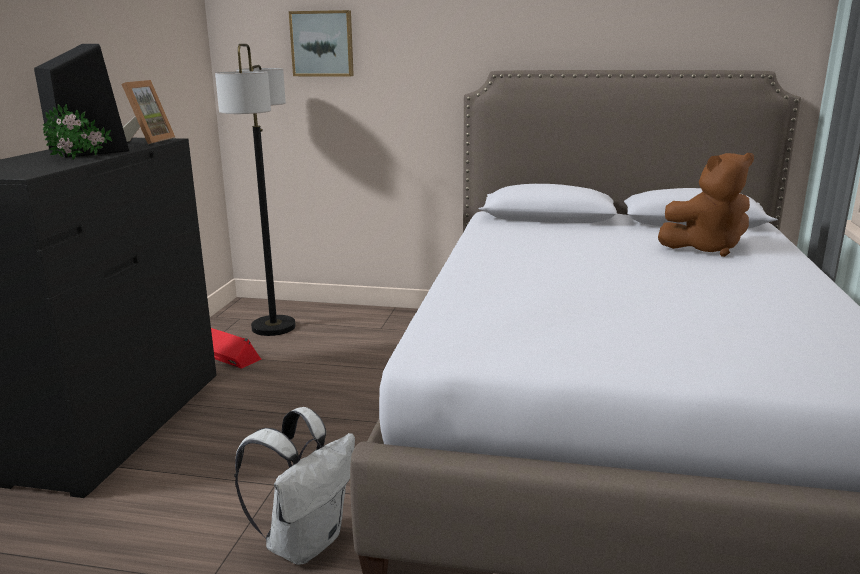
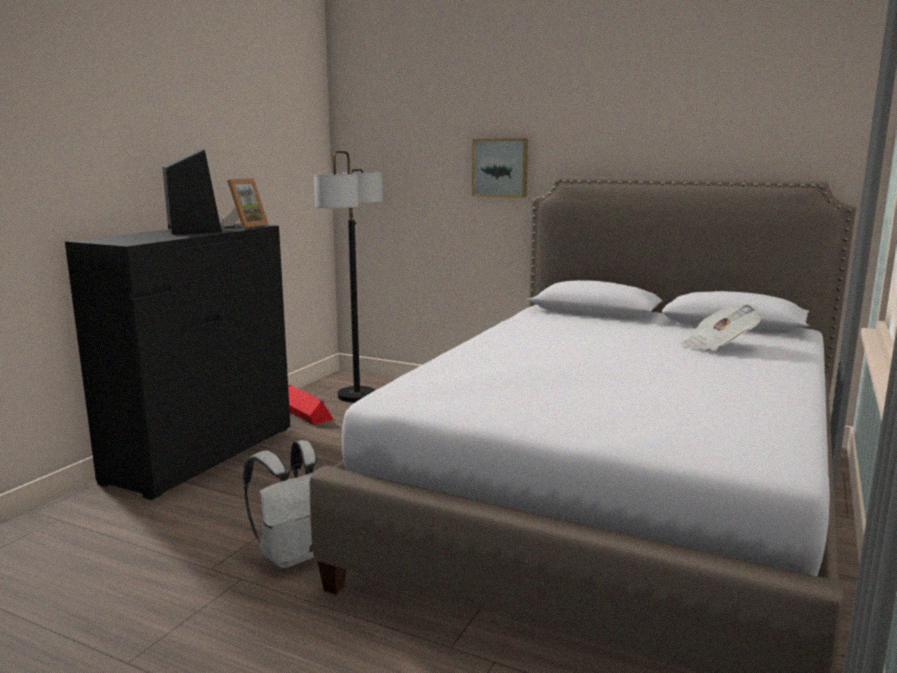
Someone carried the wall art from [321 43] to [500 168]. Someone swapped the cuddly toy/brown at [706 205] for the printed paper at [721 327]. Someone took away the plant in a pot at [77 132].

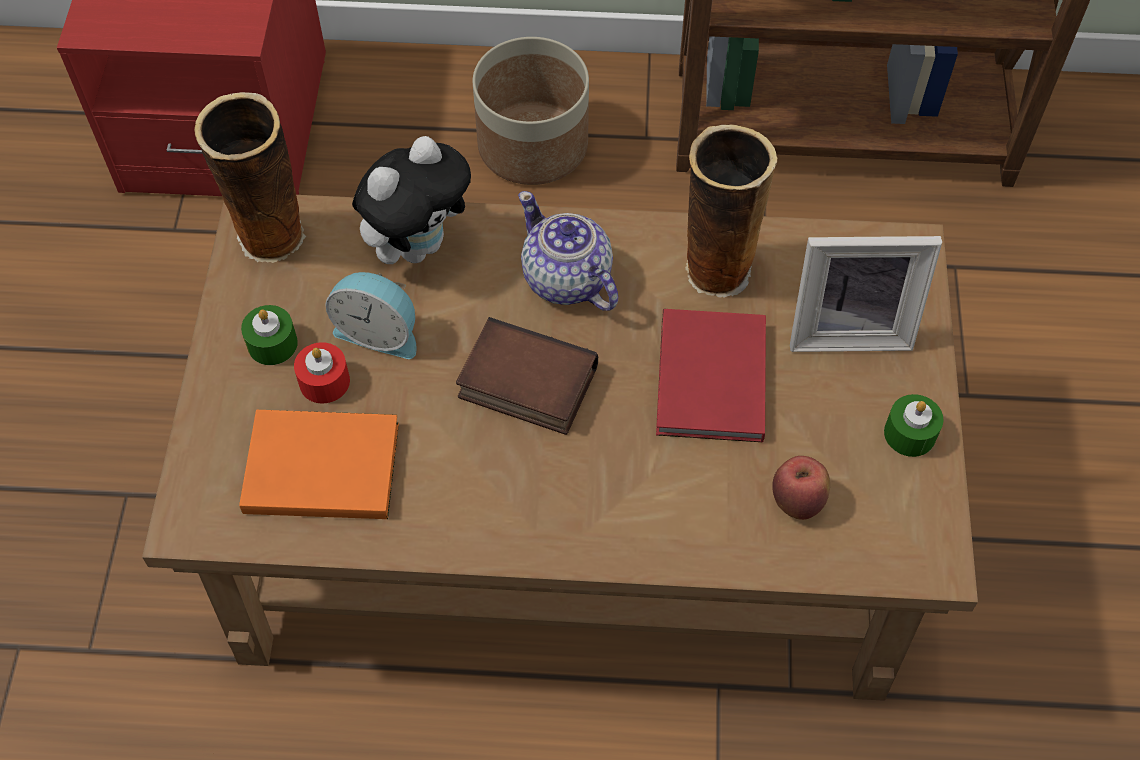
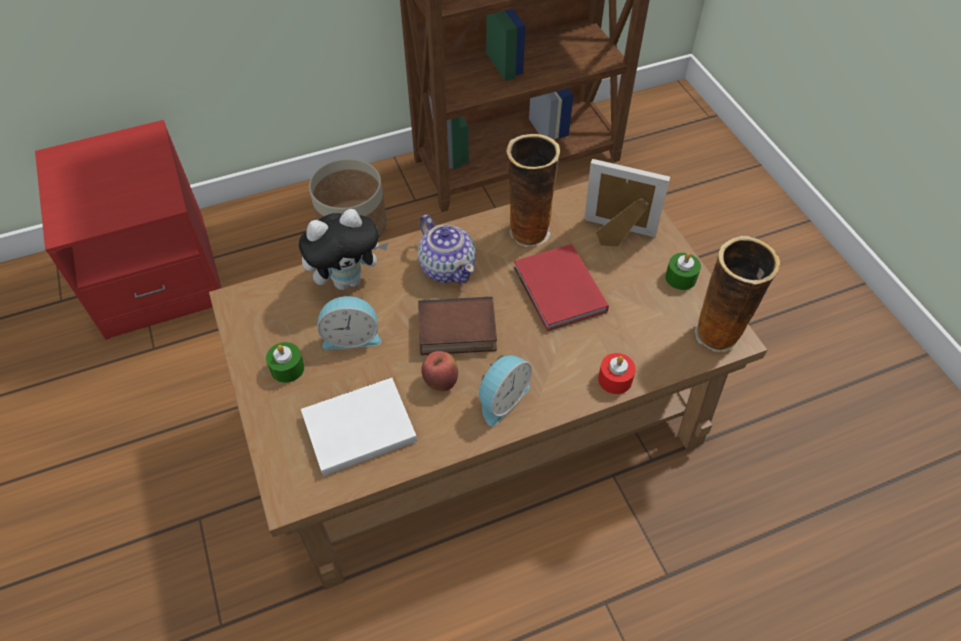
Someone rotated the cuddly toy at [411 200] by 45 degrees clockwise. Someone repainted the book/orange at [319 464], which became the book/whitish at [359 426]. Someone rotated the tea pot at [568 251] by 150 degrees counterclockwise. Someone carried the apple fruit from [801 488] to [439 371]. Someone put down the alarm clock at [505 390]. Someone rotated the photo frame at [866 294] by 135 degrees counterclockwise. Someone carried the wax candle/reddish from [322 373] to [617 373]. Someone carried the vase from [250 177] to [737 294].

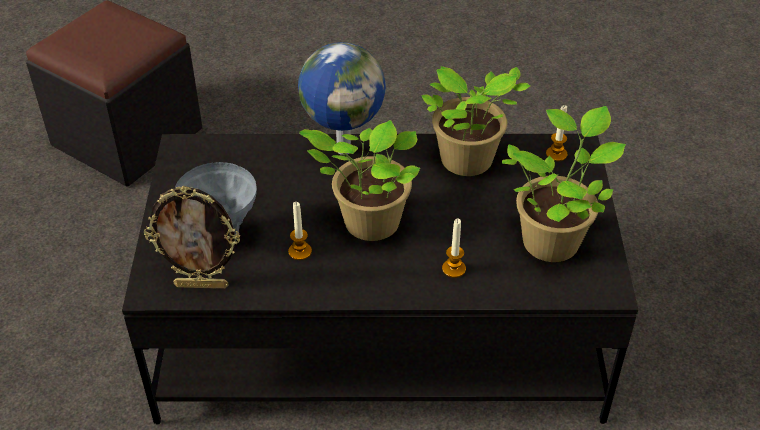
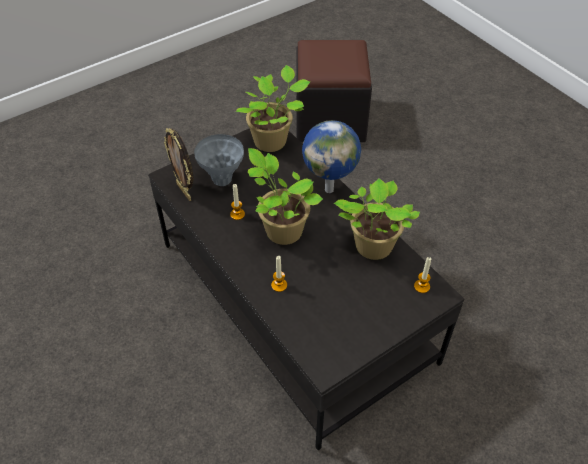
Someone carried the plant in a pot from [564 184] to [273 108].

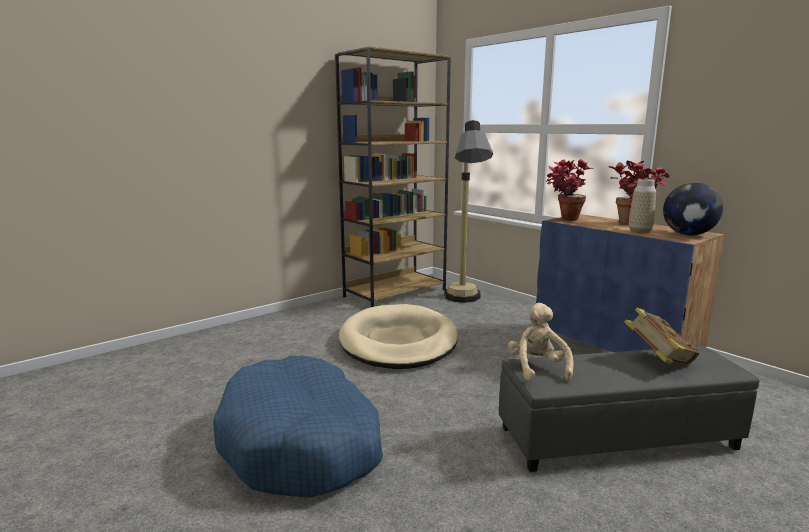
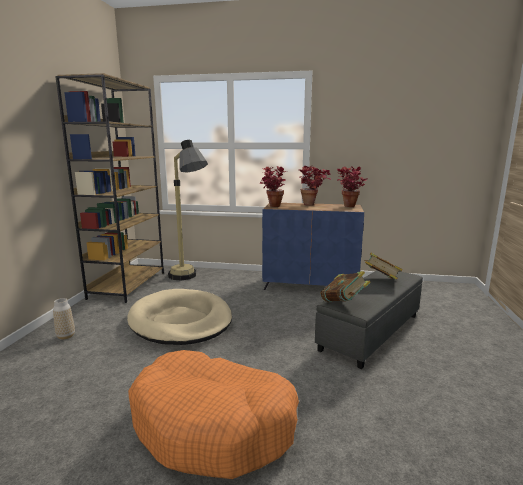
Someone carried the vase from [642 206] to [64 319]. Someone repainted the dog bed/bluish at [298 426], which became the dog bed/orange at [213 414]. Someone swapped the cuddly toy/beige-coloured at [540 342] for the book at [346 286]. Someone swapped the world globe at [693 209] for the plant in a pot at [352 186].

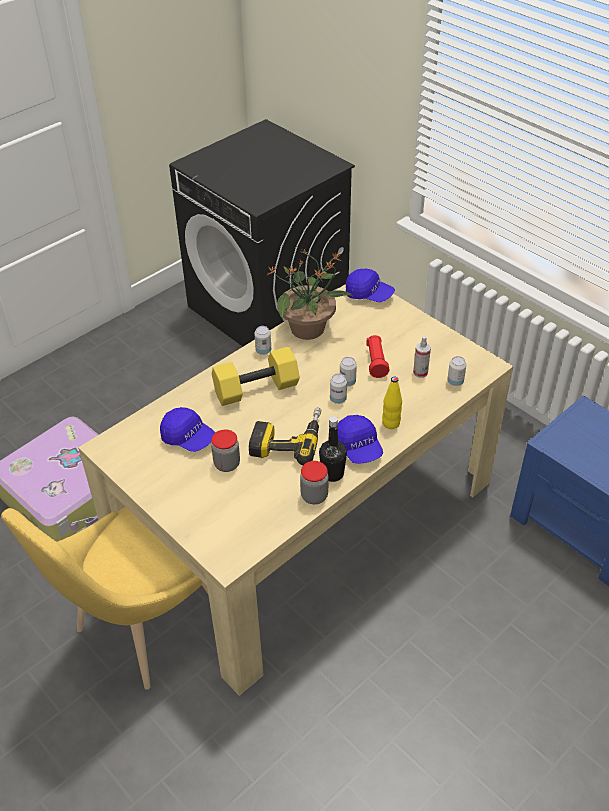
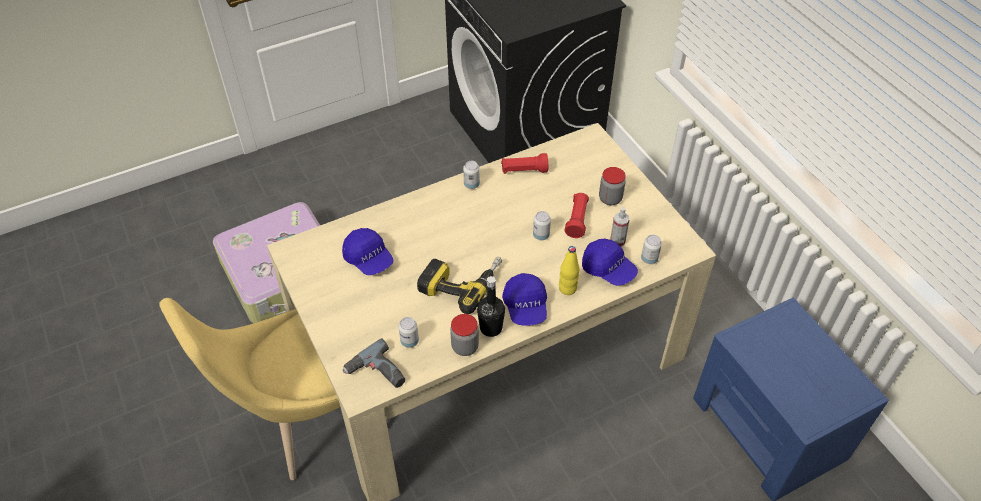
Someone put down the drill at [374 363]. Someone carried the sealed can from [338 389] to [408 332]. Someone swapped the plant in a pot at [309 294] for the hand torch/reddish at [524 163]. Someone carried the baseball cap/bluish from [370 285] to [610 262]. Someone carried the storage jar from [225 451] to [612 186]. Someone took away the free weight/yellowish at [256 376].

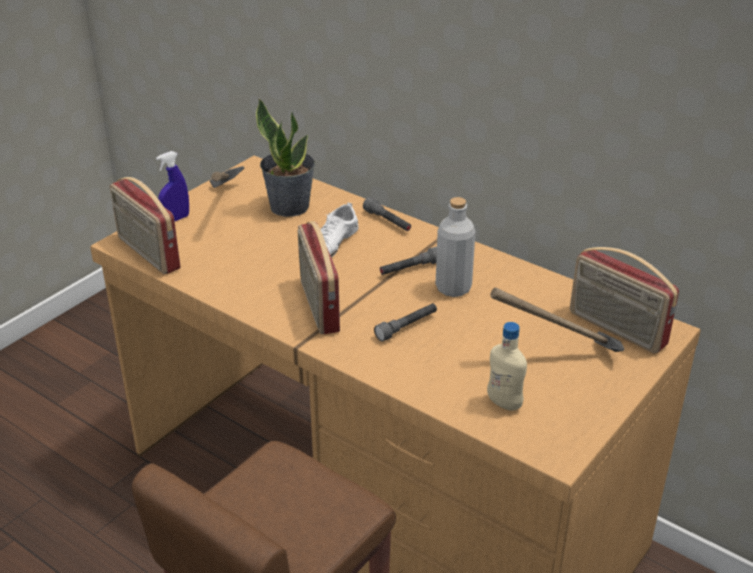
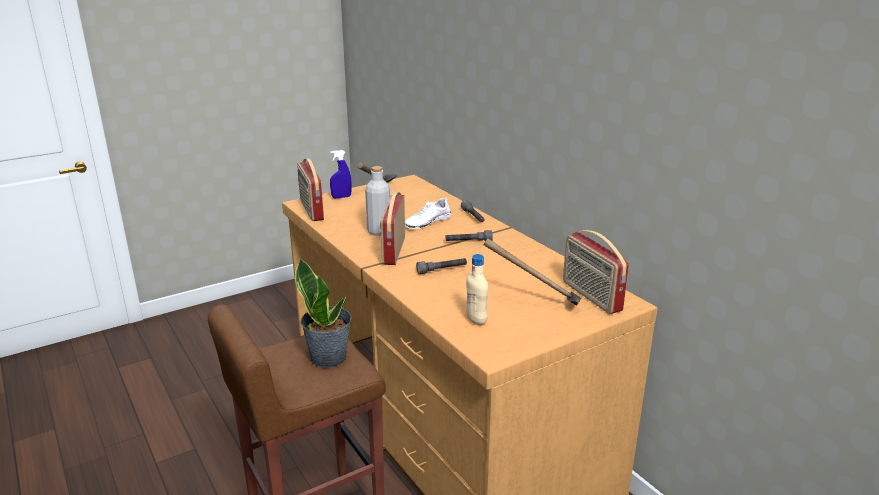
Someone carried the plant in a pot from [285 158] to [323 313]. Someone carried the bottle/gray from [456 247] to [377 201].

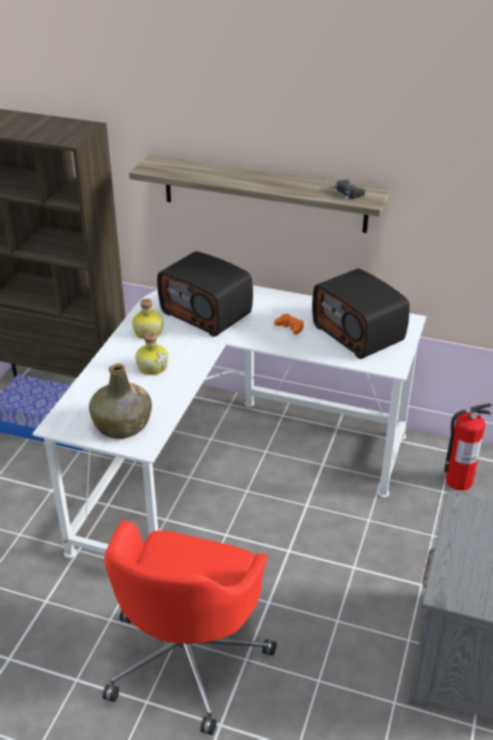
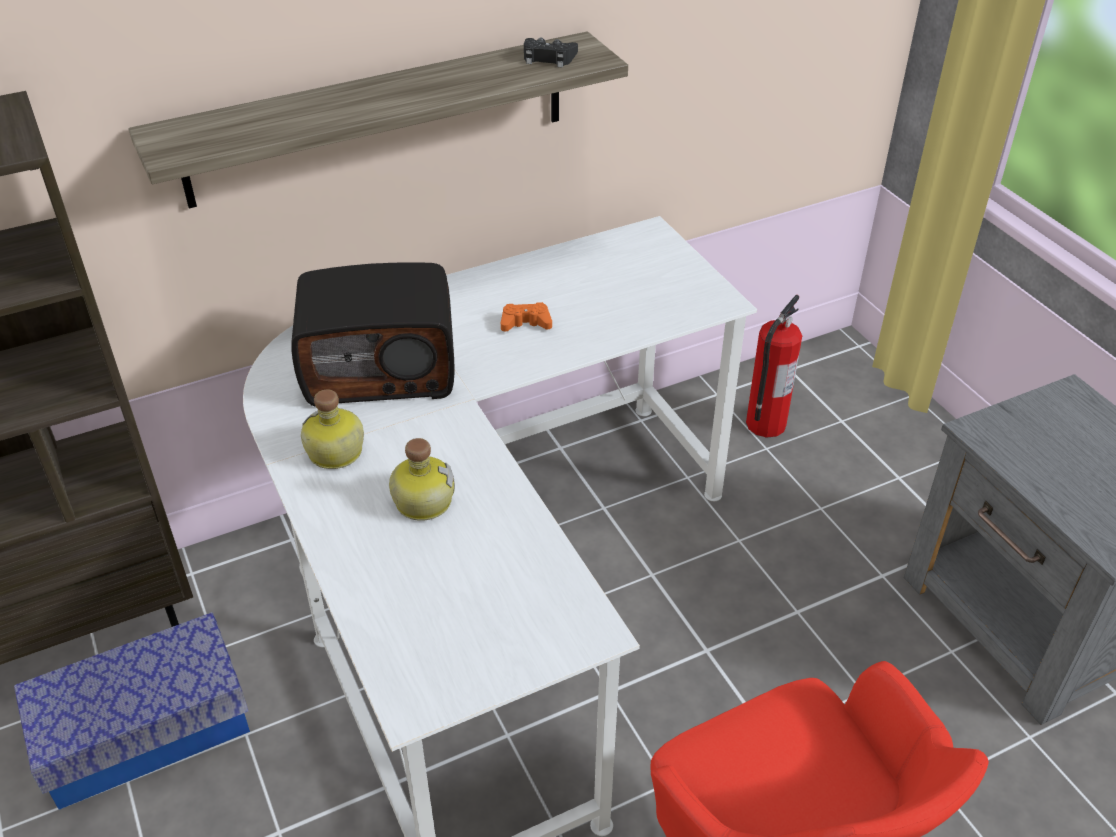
Someone took away the bottle/green at [120 401]. Someone took away the radio receiver at [361 314].

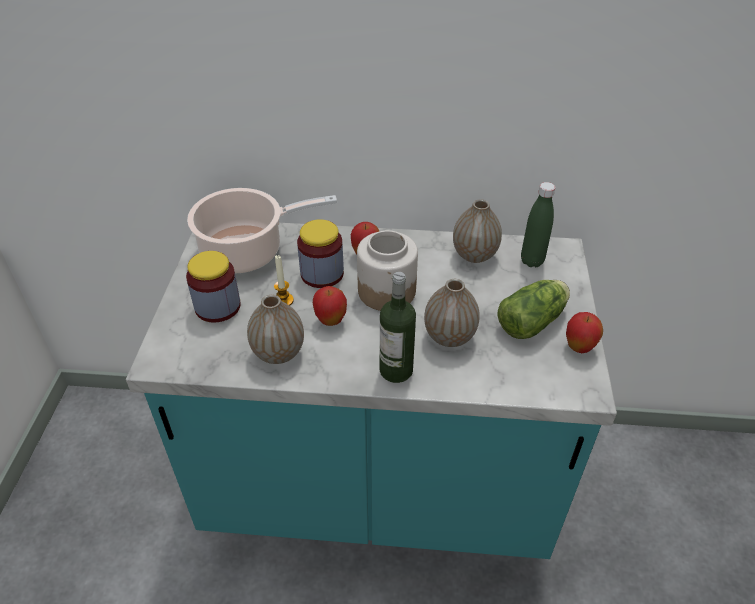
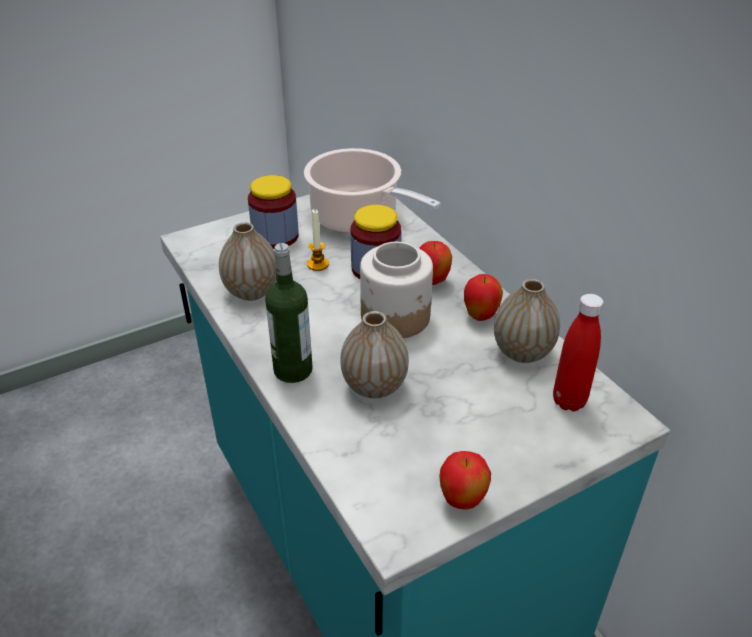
Someone carried the apple fruit from [330 306] to [483 297]. Someone repainted the bottle/green at [538 224], which became the bottle/reddish at [578 352]. Someone took away the lettuce head at [533 309].

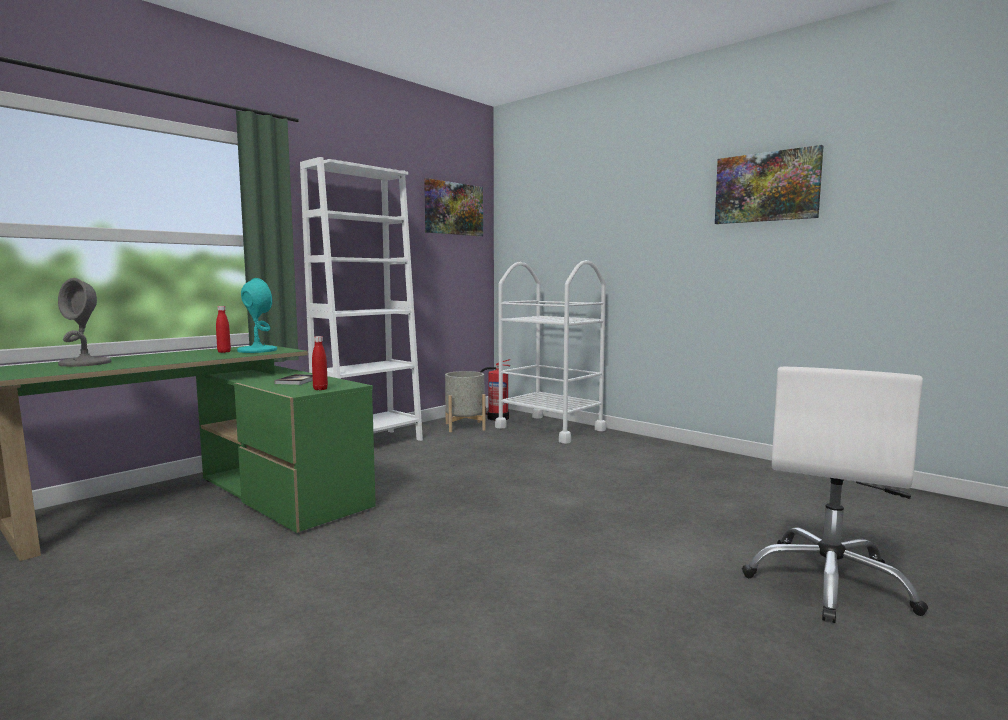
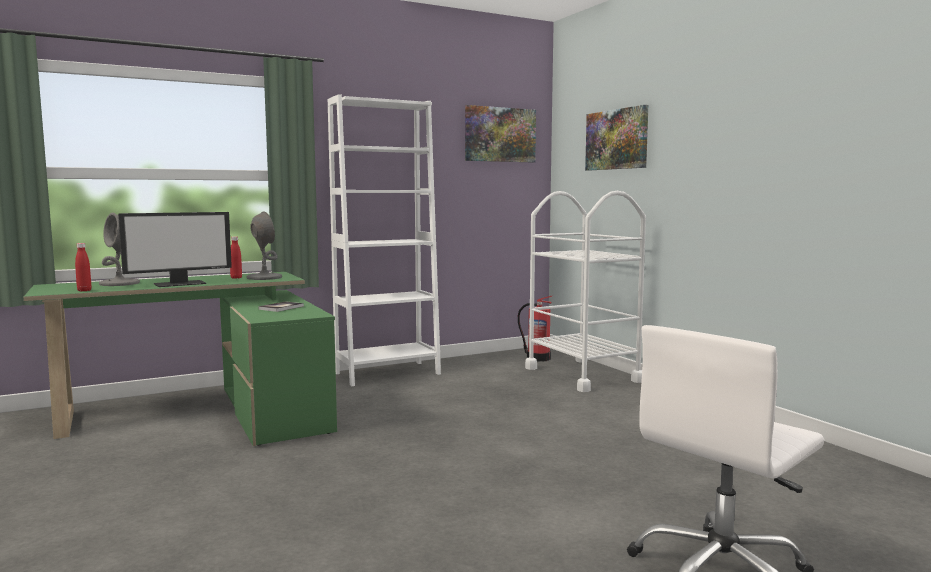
Someone carried the bottle/reddish from [320 363] to [83 267]. Someone put down the monitor at [175 249]. Someone repainted the table lamp/turquoise at [257 315], which became the table lamp/gray at [264 245]. Someone carried the wall art from [769 184] to [616 138]. Someone took away the flower pot/gray at [465 401].

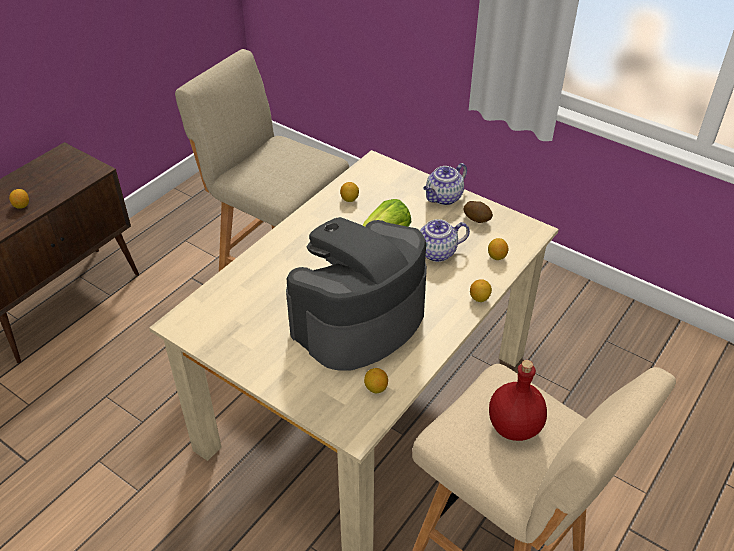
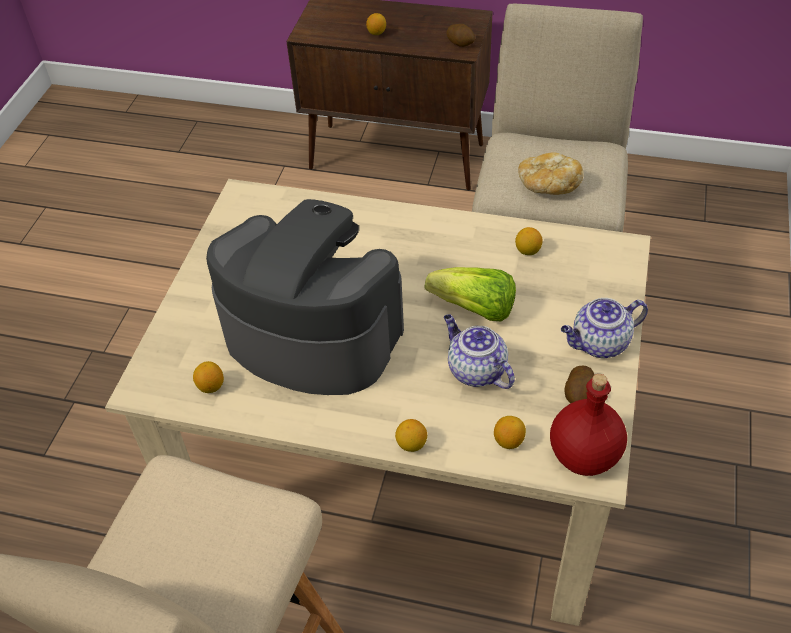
Someone put down the whole potato at [460 35]. Someone put down the baked bread at [551 174]. Someone carried the bottle/reddish from [518 400] to [588 425]. Someone rotated the tea pot at [445 184] by 45 degrees counterclockwise.

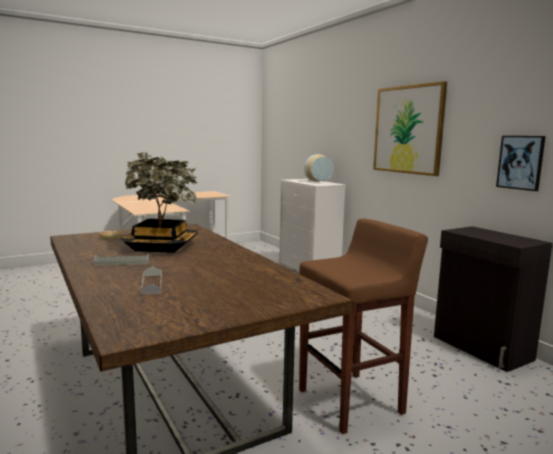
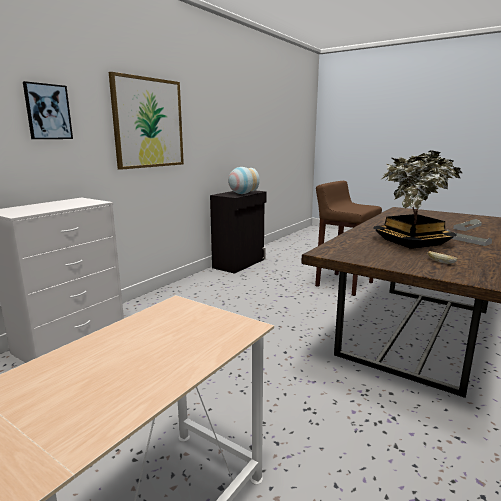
Someone carried the wall art from [521 163] to [48 110]. Someone carried the vase from [319 168] to [244 180].

